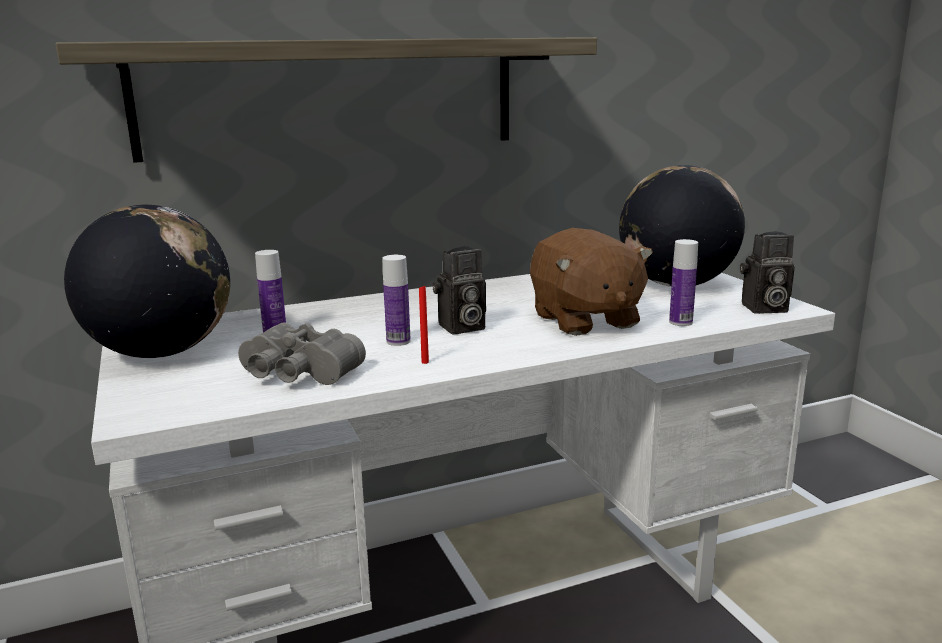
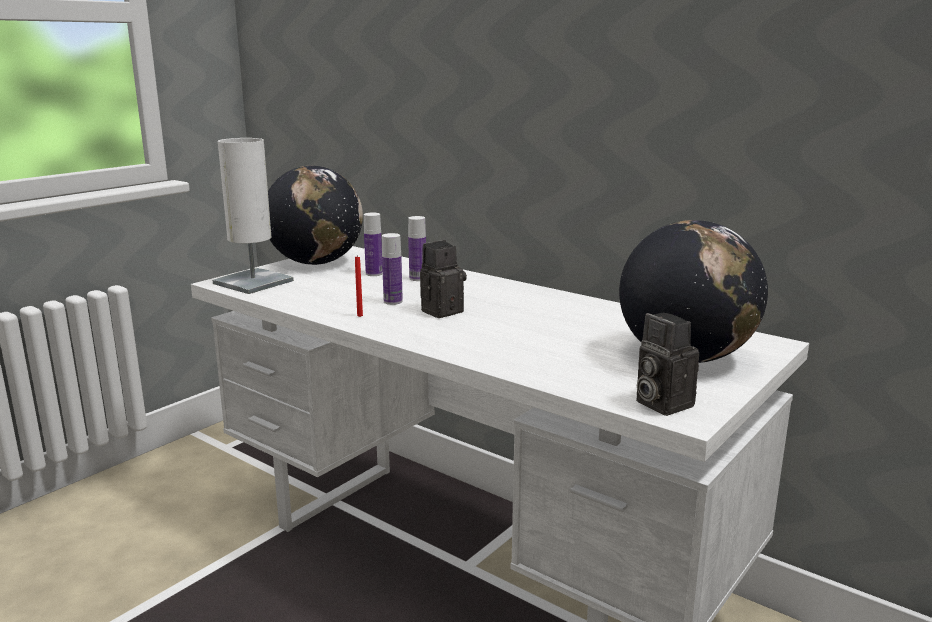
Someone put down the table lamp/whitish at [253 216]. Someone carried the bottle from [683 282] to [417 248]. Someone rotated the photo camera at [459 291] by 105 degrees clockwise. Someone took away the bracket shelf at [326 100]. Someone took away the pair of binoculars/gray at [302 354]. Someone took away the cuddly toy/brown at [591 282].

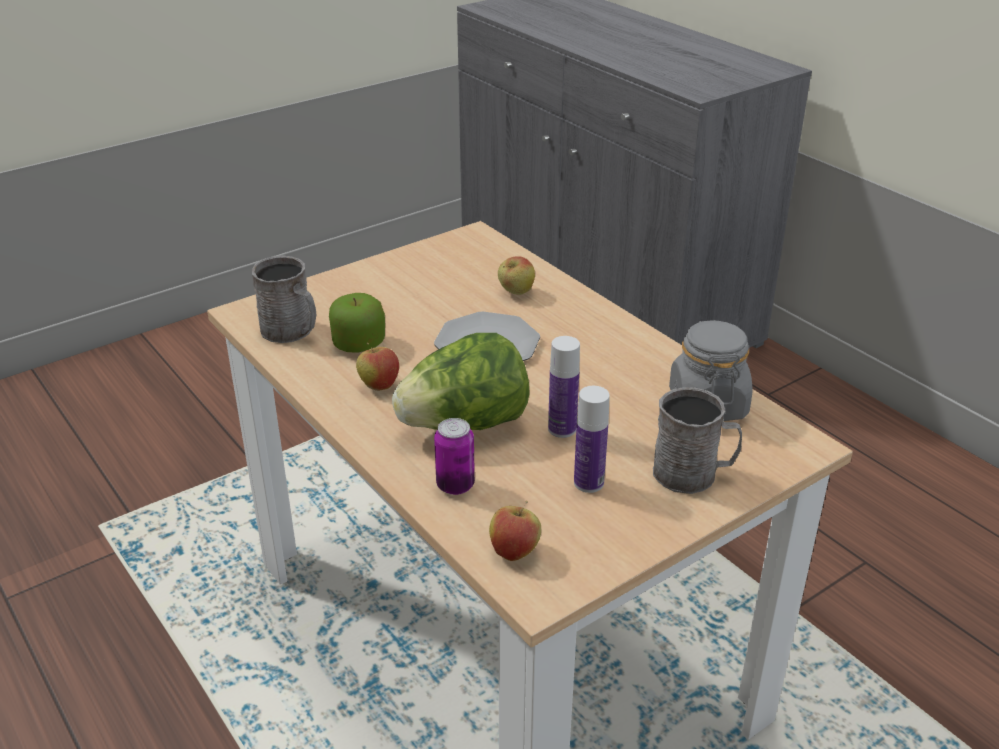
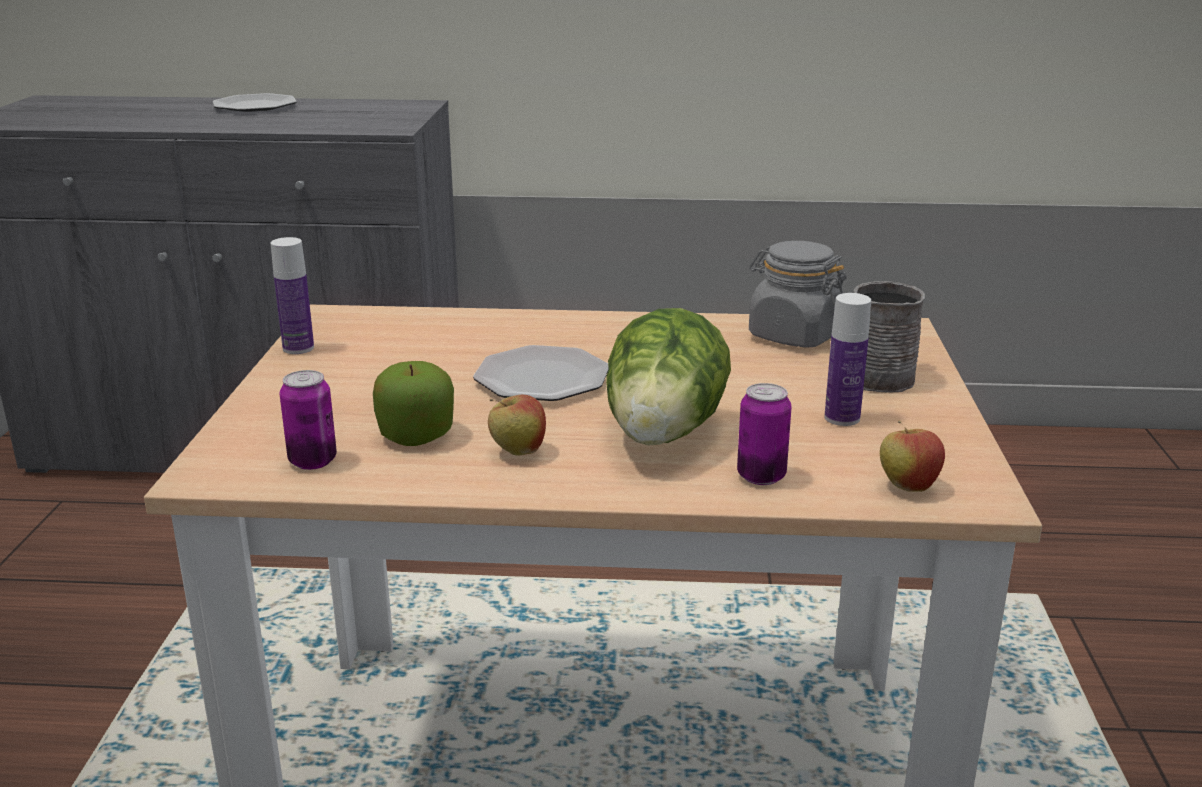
Someone put down the flat dish at [255 102]. Someone carried the bottle from [564 387] to [292 295]. Someone swapped the mug/gray at [284 299] for the sealed can at [308 420]. Someone took away the apple fruit at [516 275].

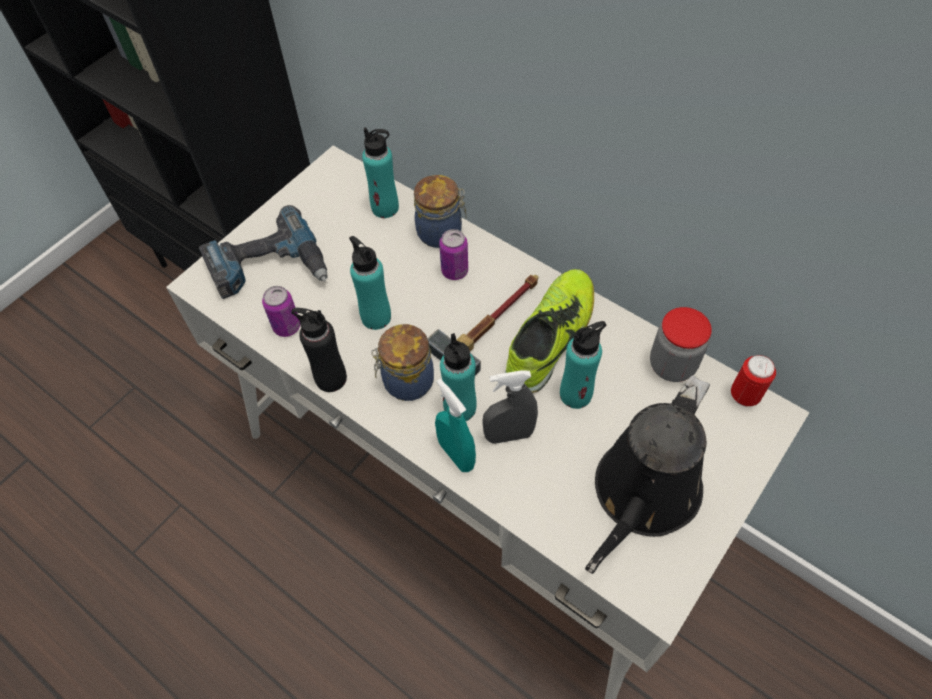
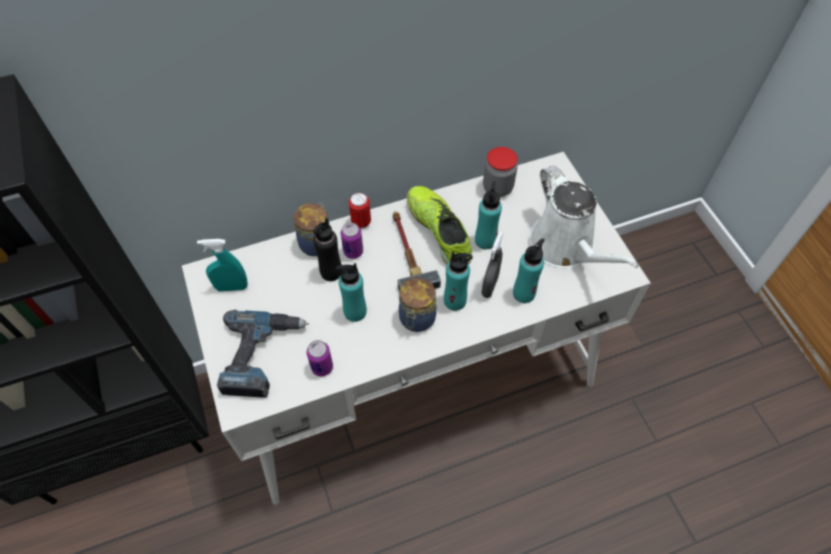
Someone carried the hand sprayer/turquoise from [455 425] to [222 265]. Someone carried the bottle/black-coloured from [319 350] to [327 249]. Someone carried the sealed can from [753 380] to [360 211]. Someone carried the bottle/turquoise from [380 173] to [529 270]. Someone repainted the watering can/black-coloured at [647 474], which became the watering can/whitish at [584 217].

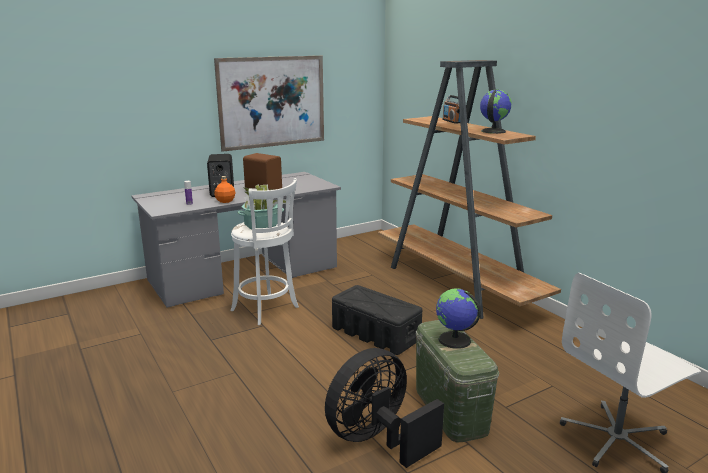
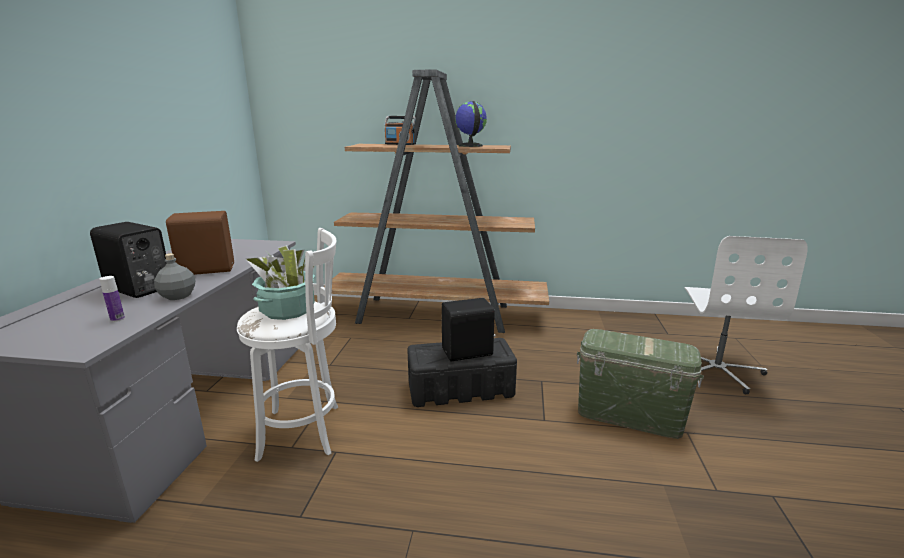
Someone repainted the bottle/orange at [225 189], which became the bottle/gray at [174 277]. Someone put down the loudspeaker/black-coloured at [469 329]. Someone took away the wall art at [269 104]. Someone took away the cooling fan/black-coloured at [384 408]. Someone took away the world globe at [458 318].

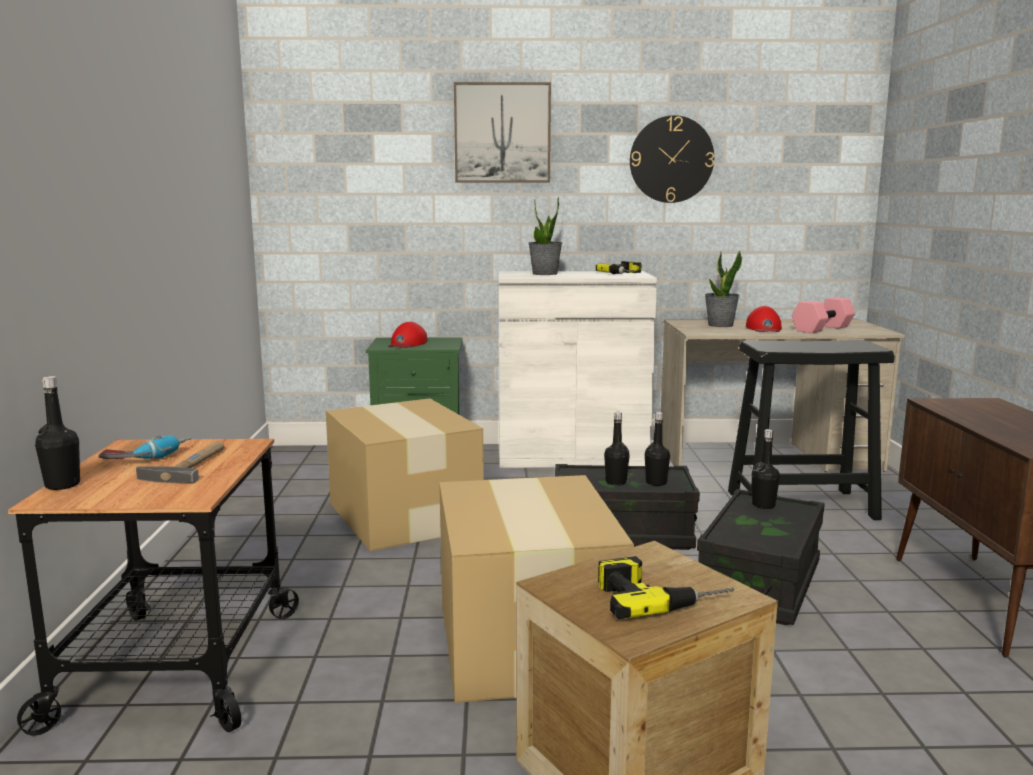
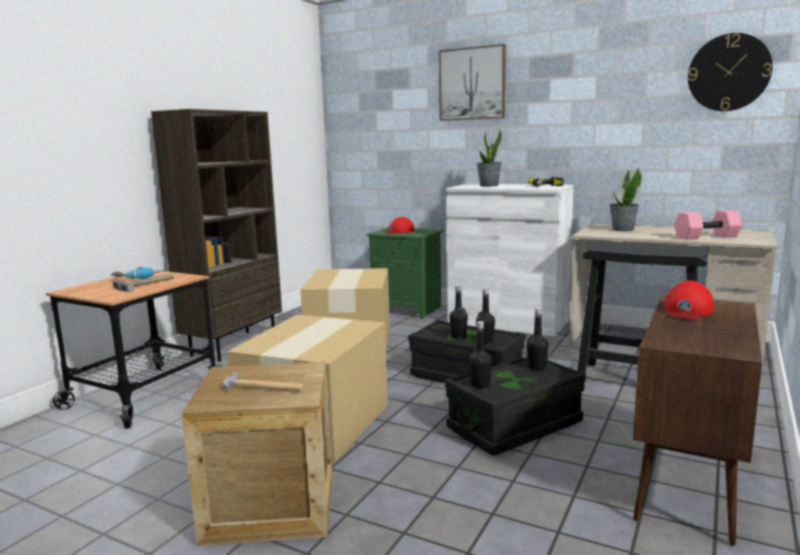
Someone put down the shelving unit/brown at [216 235]. Someone swapped the drill at [666 587] for the hammer at [263 382]. Someone carried the bottle/black-coloured from [57 433] to [480 354]. Someone carried the baseball cap/reddish from [764 319] to [689 299]. Someone carried the wall clock from [672 159] to [730 72].

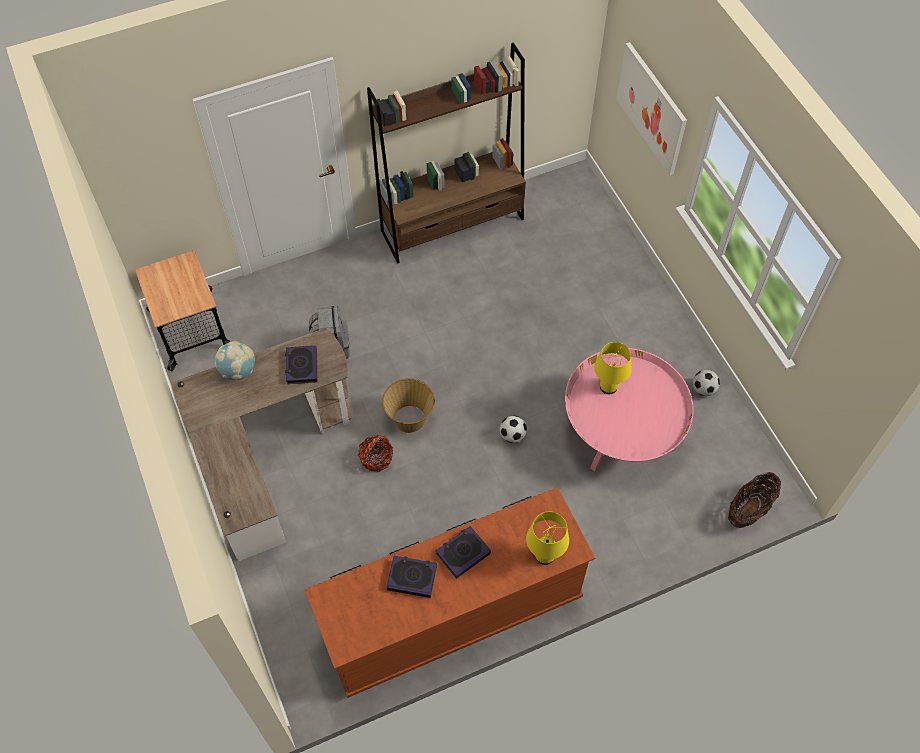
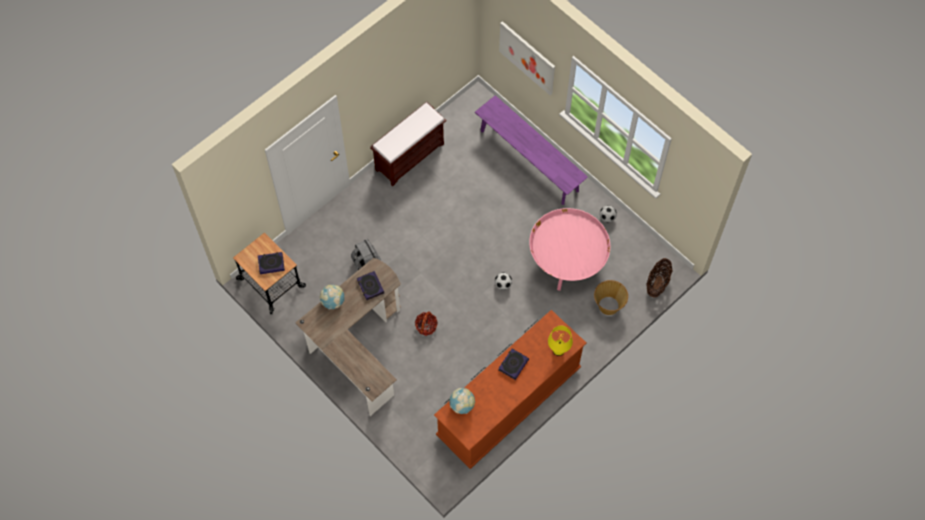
Someone carried the book from [411 577] to [271 263]. Someone swapped the shelving unit/brown at [446 153] for the bench/brown at [408 144]. Someone put down the world globe at [462 401]. Someone put down the bench/purplish at [531 150]. Someone carried the storage basket from [408 405] to [611 297]. Someone took away the table lamp/yellowish at [613 368].

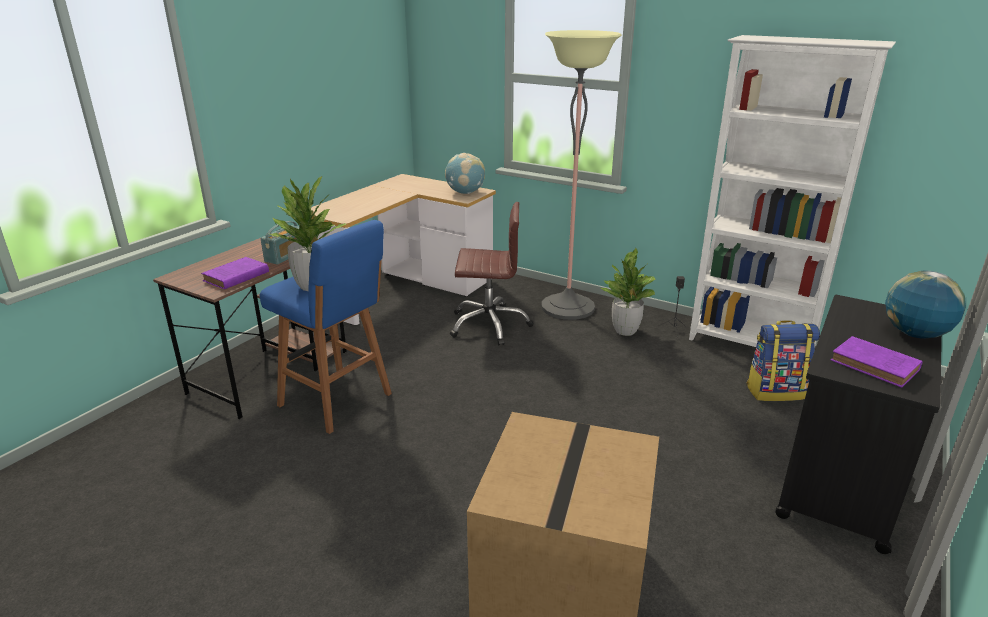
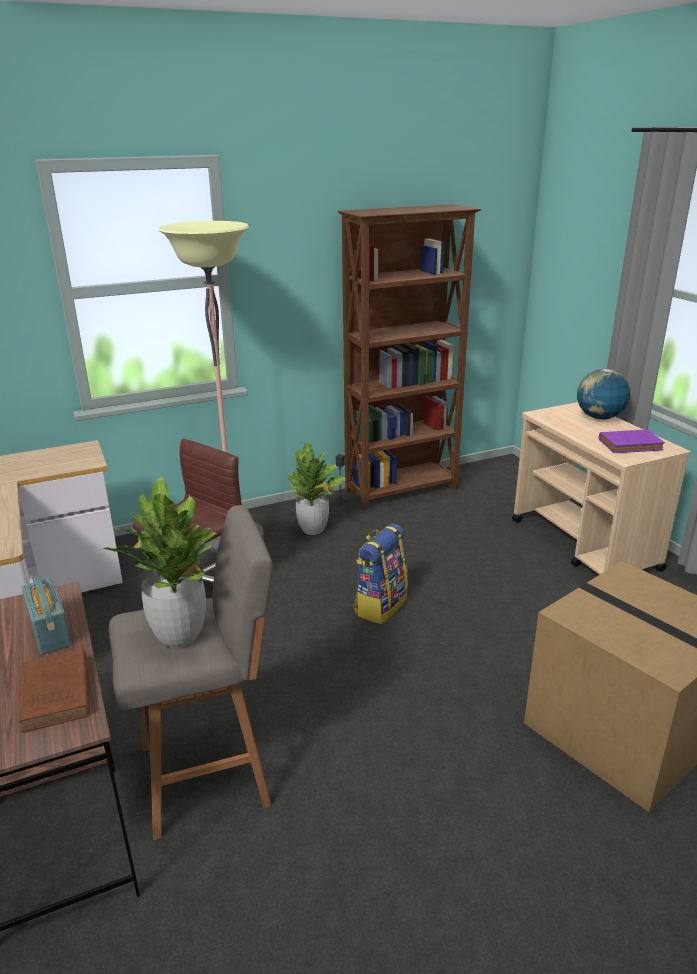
Someone repainted the book/purplish at [235 273], which became the book/brown at [54 691]. Someone repainted the sitting stool/bluish at [326 327], which became the sitting stool/gray at [191 672]. Someone repainted the shelving unit/whitish at [792 191], which became the shelving unit/brown at [409 357]. Someone carried the backpack from [783 360] to [381 573]. Someone repainted the wheeled cart/black-coloured at [858 424], which became the wheeled cart/beige-coloured at [601 488]. Someone took away the world globe at [465 173].

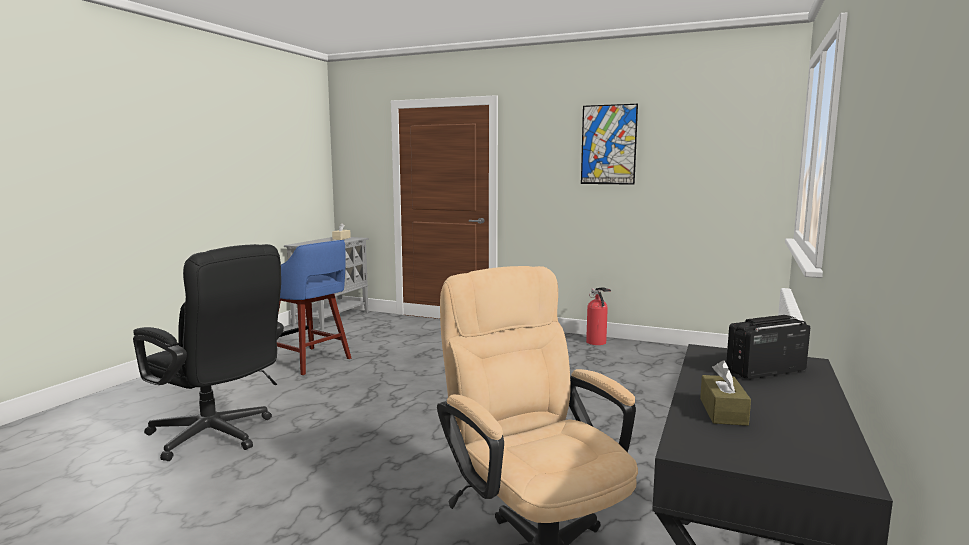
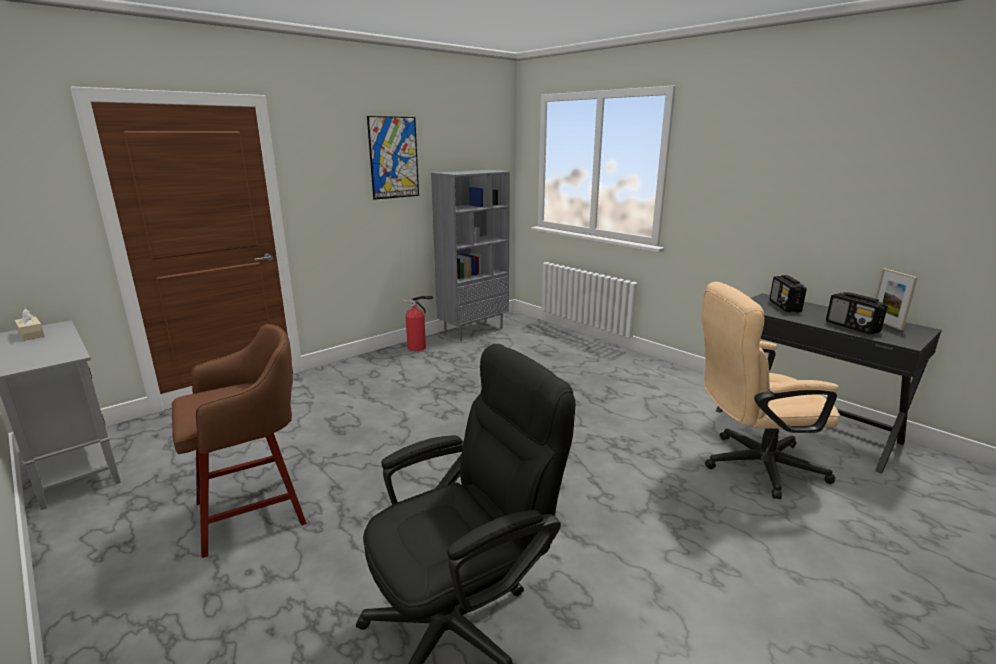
Someone repainted the sitting stool/bluish at [314 307], which became the sitting stool/brown at [239 441]. Someone put down the shelving unit/gray at [470 255]. Someone swapped the tissue holder/brown at [725 393] for the radio receiver at [856 313]. Someone put down the photo frame at [896 299].

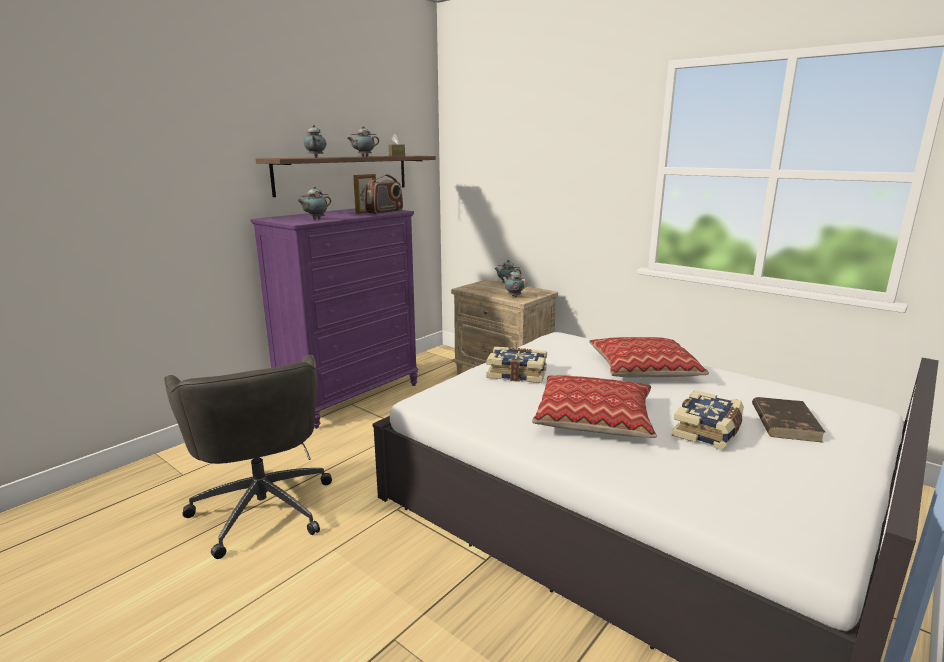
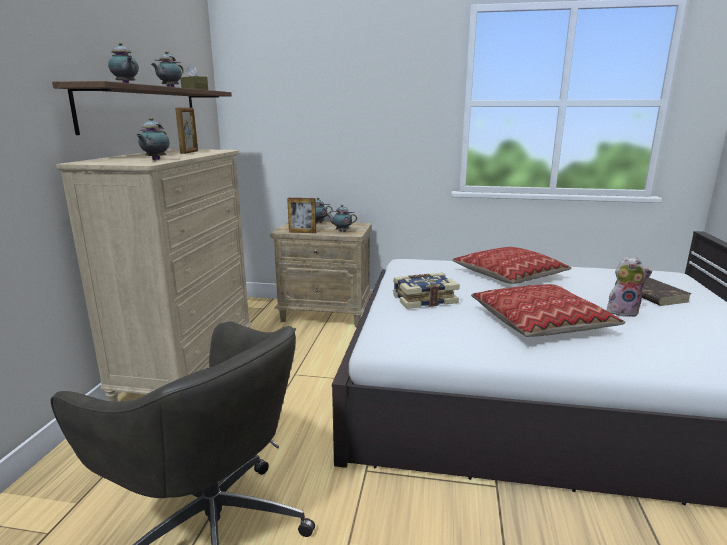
Someone repainted the dresser/purplish at [334 318], which became the dresser/beige-coloured at [153 275]. Someone put down the photo frame at [301 215]. Someone swapped the book at [708 420] for the cuddly toy at [629 287]. Someone took away the radio receiver at [384 194].

